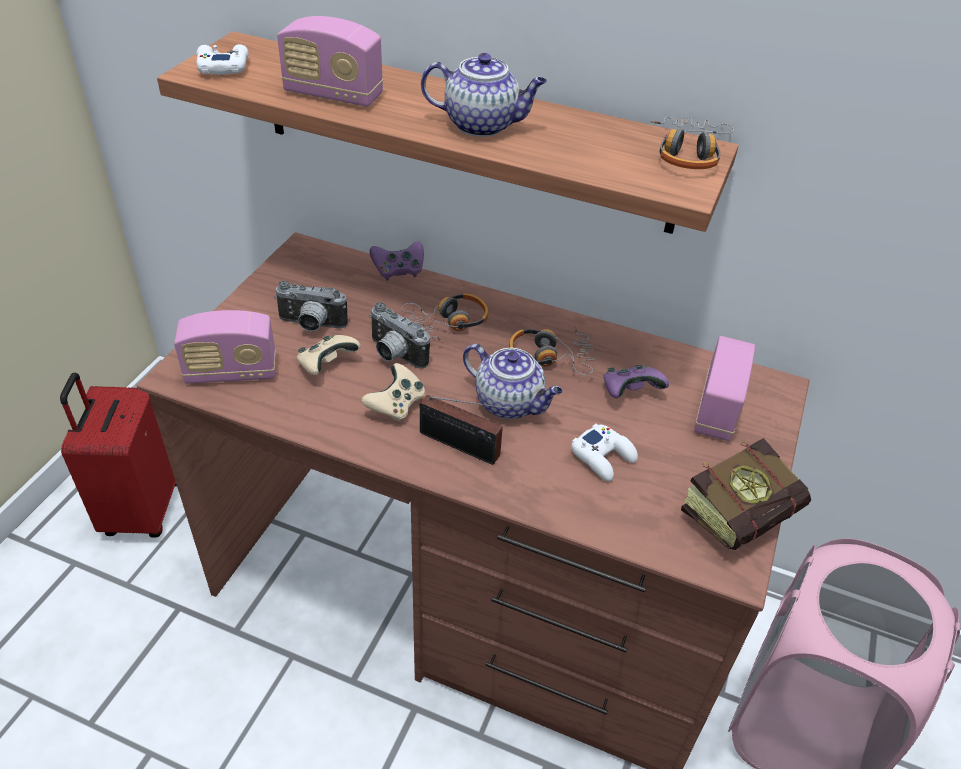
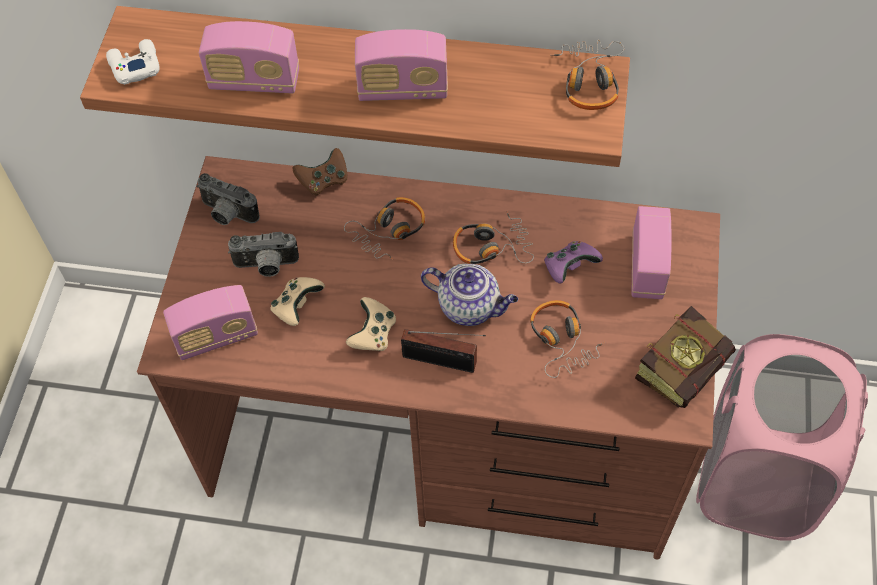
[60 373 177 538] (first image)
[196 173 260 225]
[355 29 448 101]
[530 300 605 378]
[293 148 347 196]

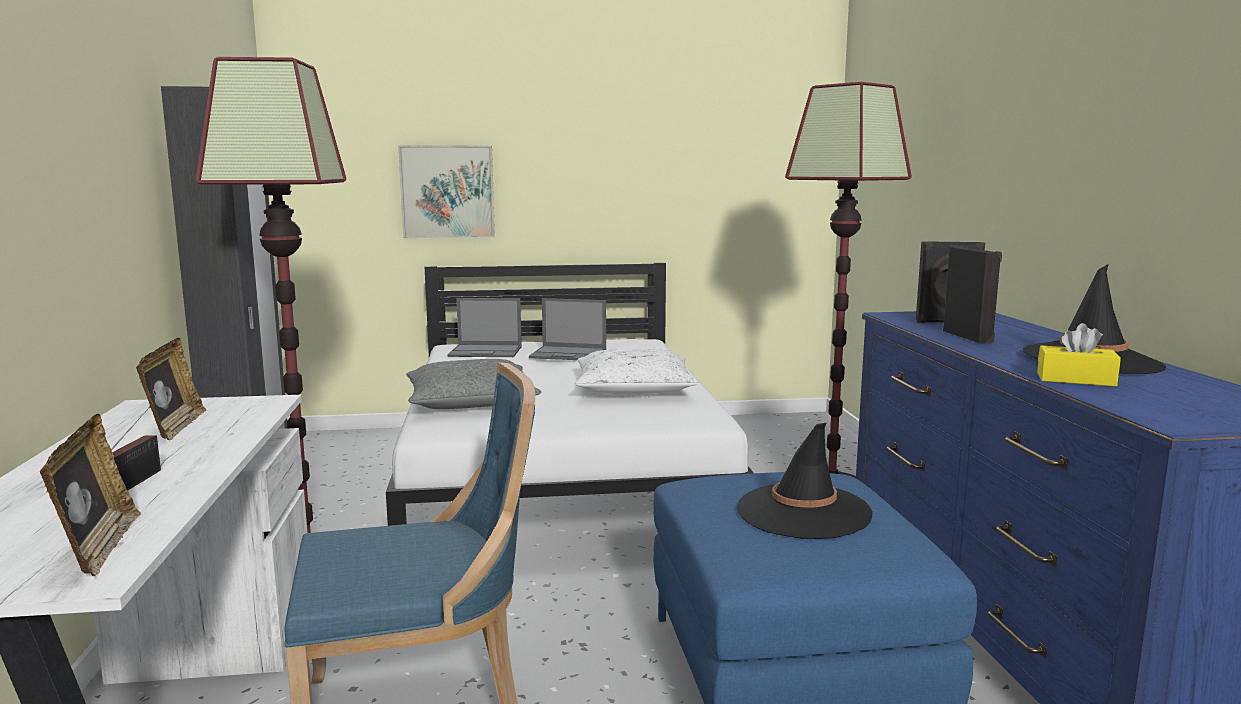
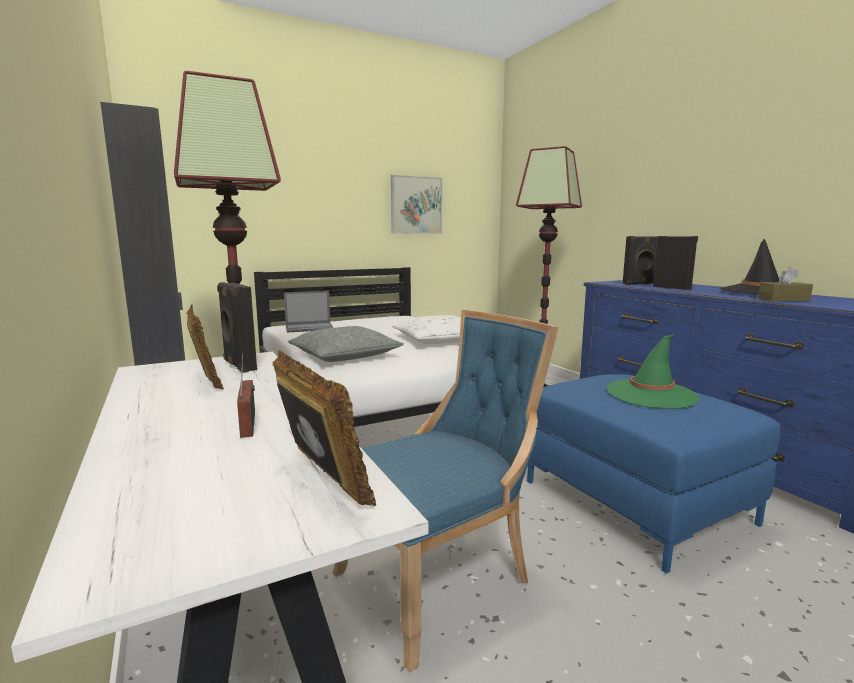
[529 298 606 360] (first image)
[217 282 257 373]
[391 175 442 234]
[607 334 699 409]
[758 267 813 302]

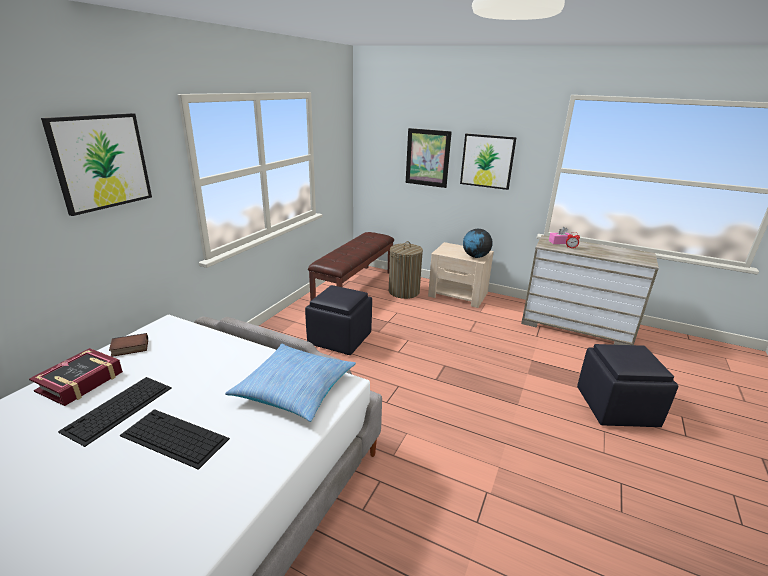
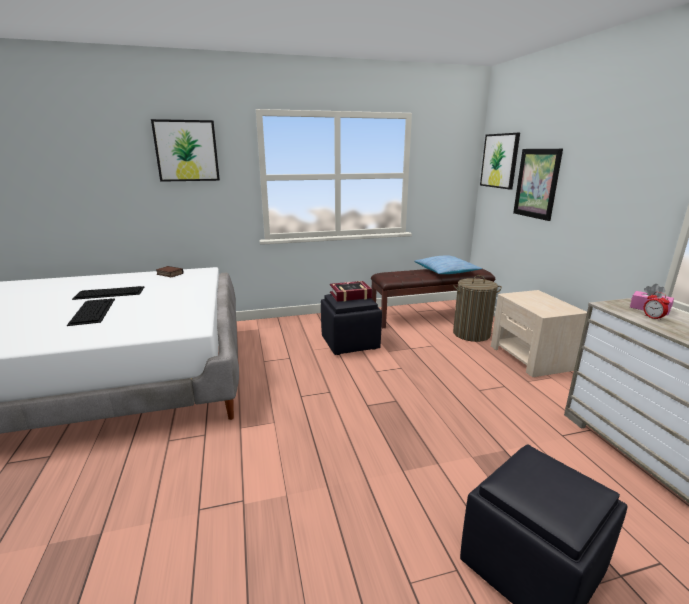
[463 229 493 258] (first image)
[330 281 372 302]
[414 255 482 274]
[480 133 520 189]

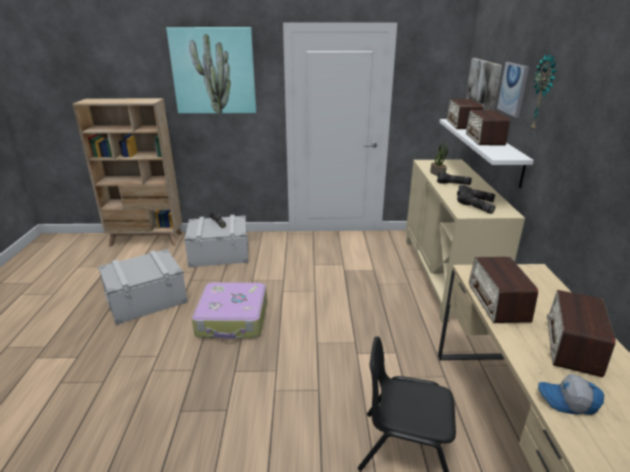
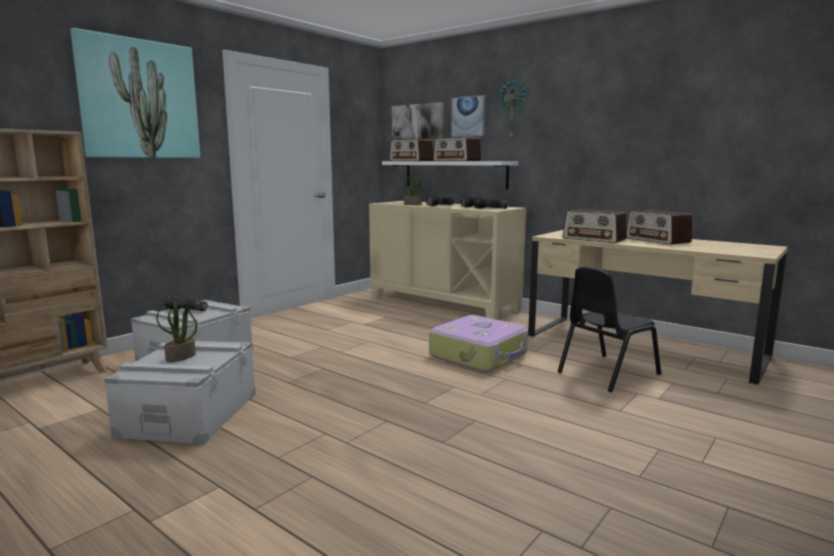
[538 374 604 415] (first image)
[156 302 197 362]
[429 315 528 372]

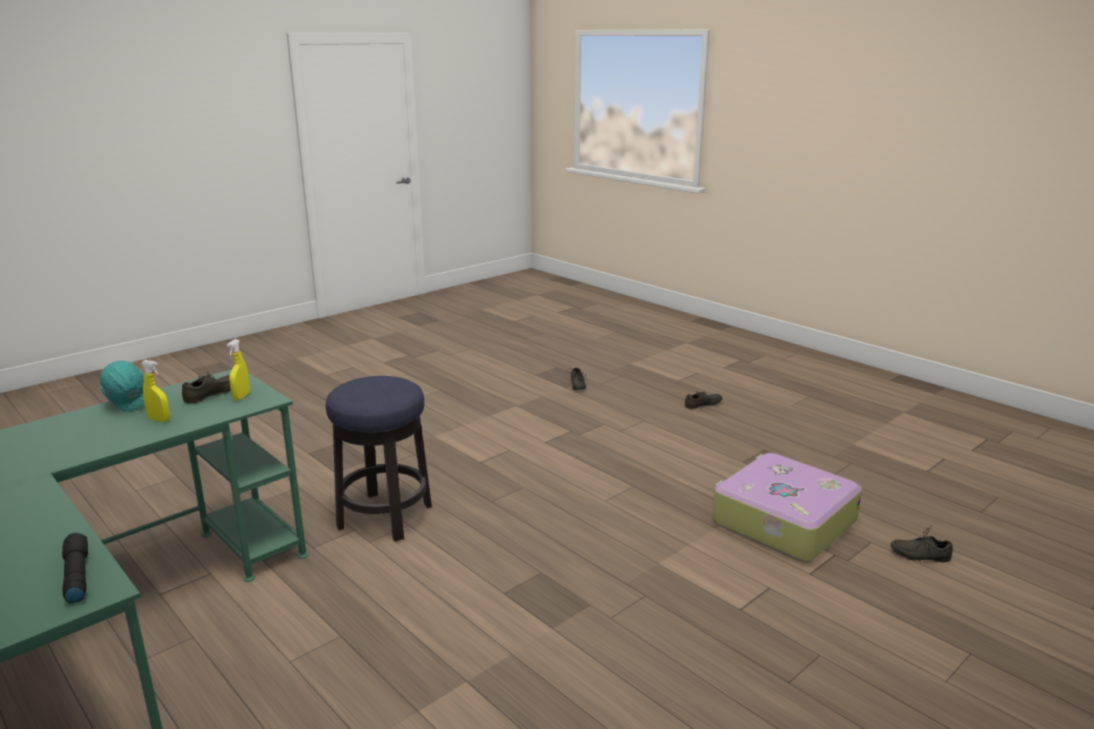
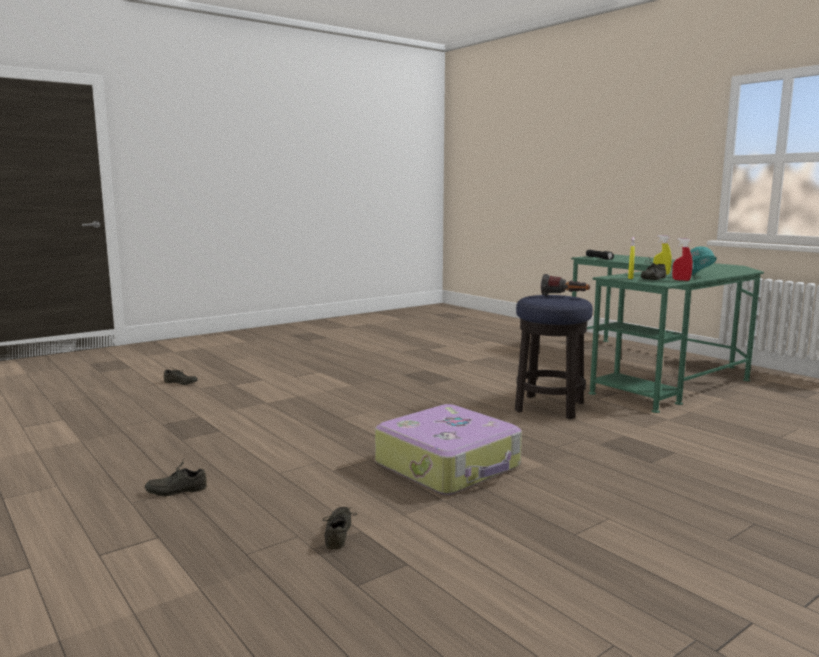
[541 274 590 296]
[672 238 693 281]
[375 404 522 495]

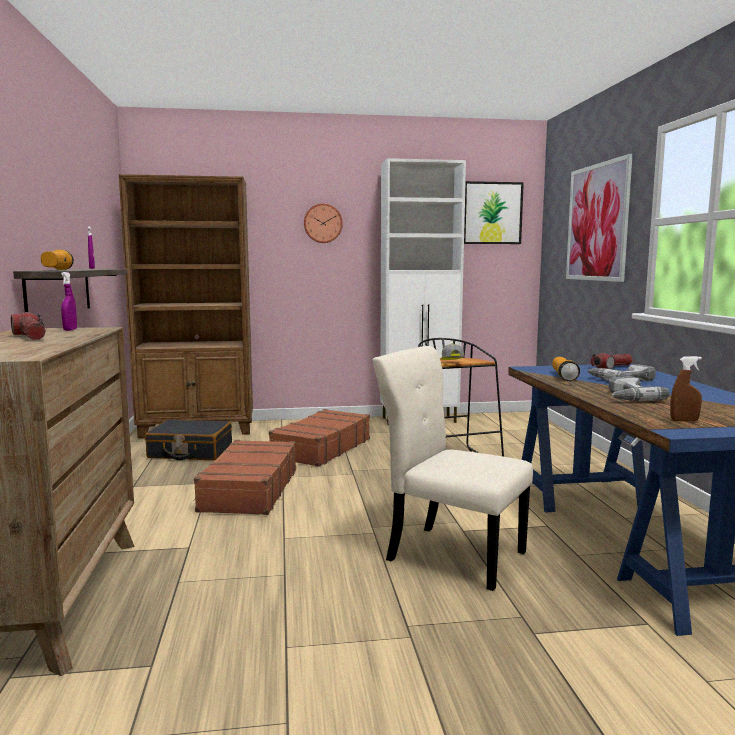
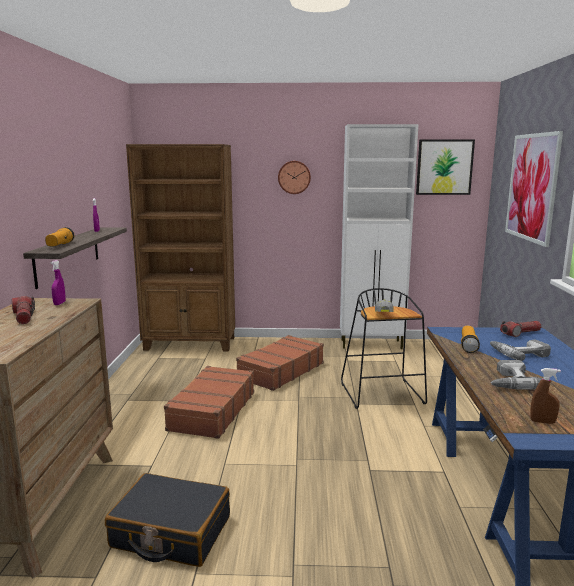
[372 346 533 591] (first image)
[105 473 230 567]

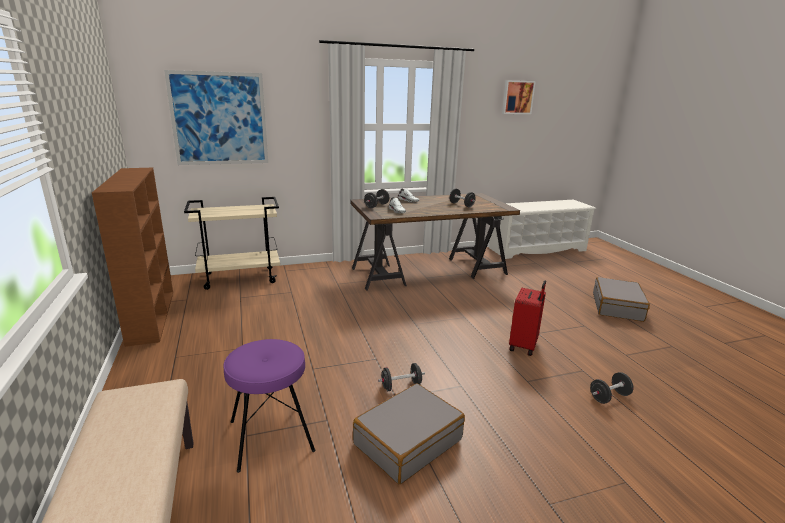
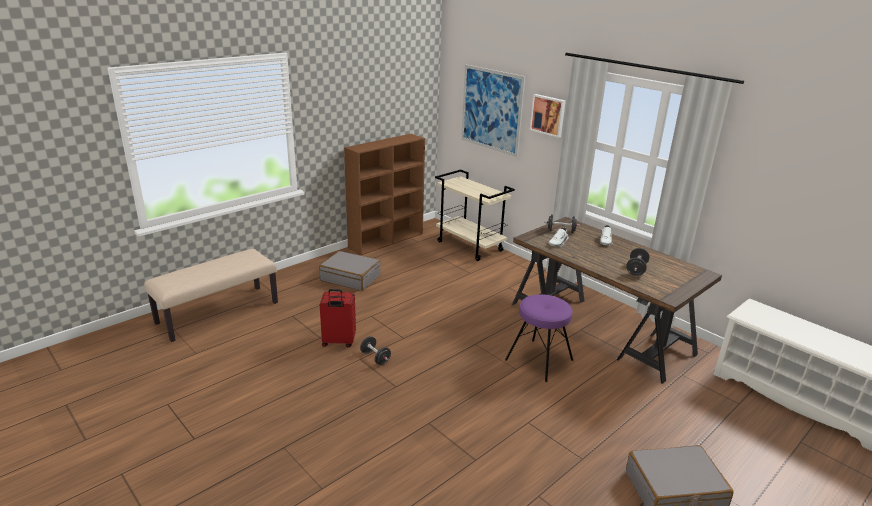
[590 372 633 404] (first image)
[505 294 573 382]
[319 251 381 291]
[530 94 566 138]
[320 289 356 347]

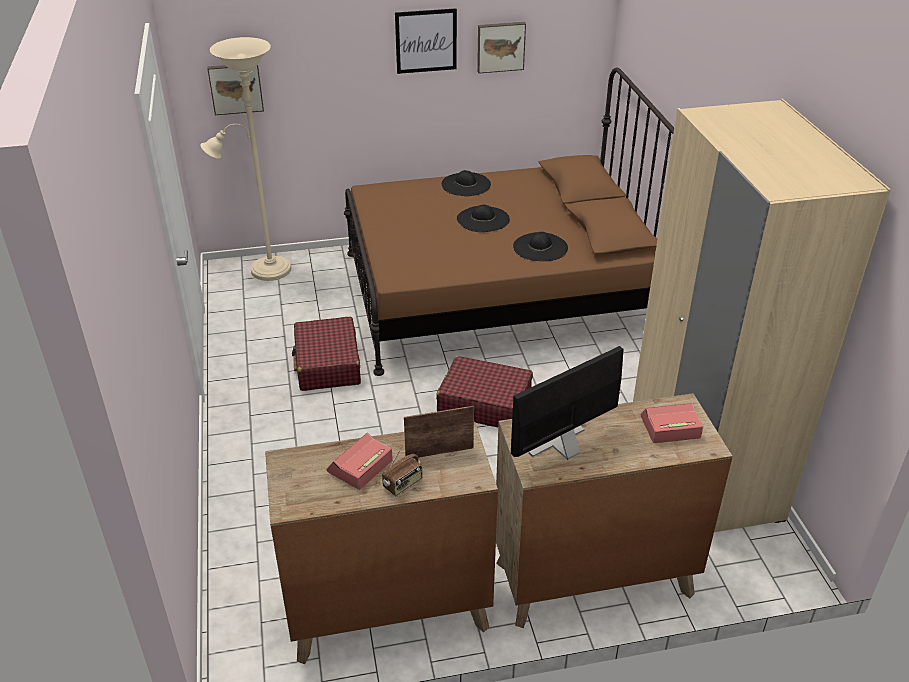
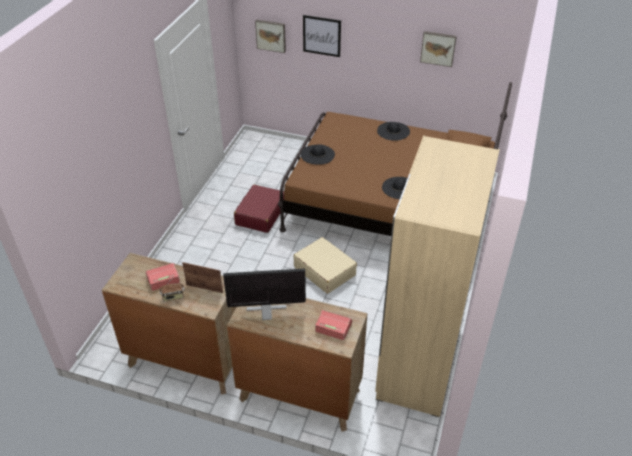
[200 37 291 281] (first image)
[303 15 341 57]
[301 144 335 165]
[293 237 357 294]

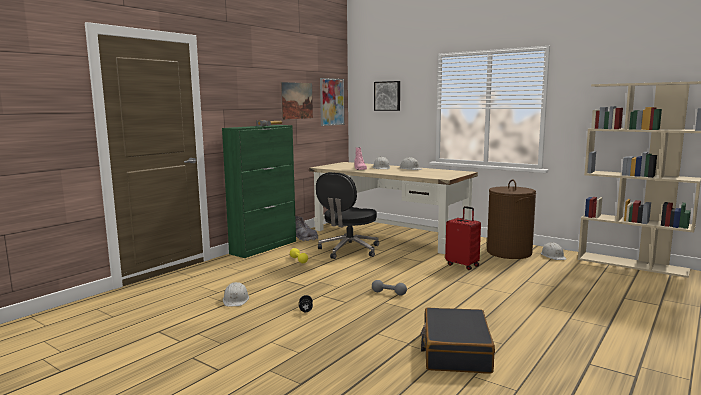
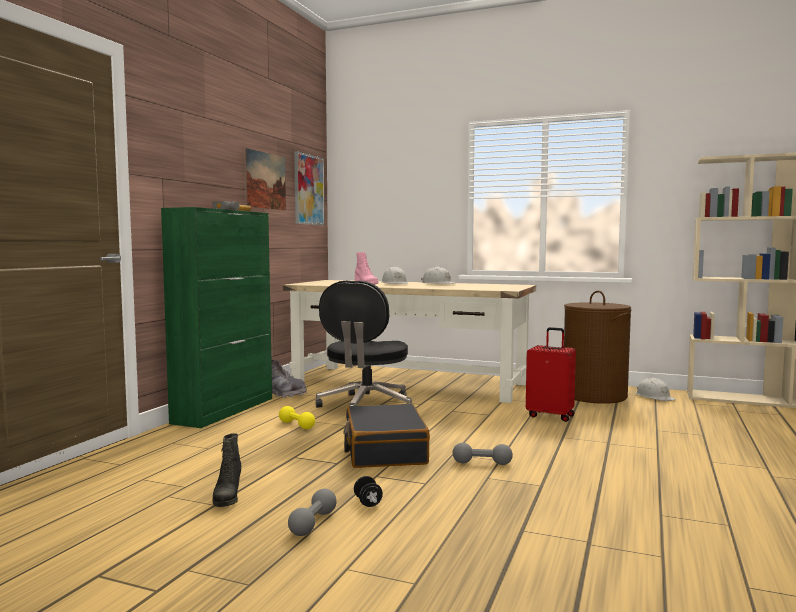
[374 81 400 111] (first image)
[288 489 337 536]
[343 404 430 468]
[212 433 241 507]

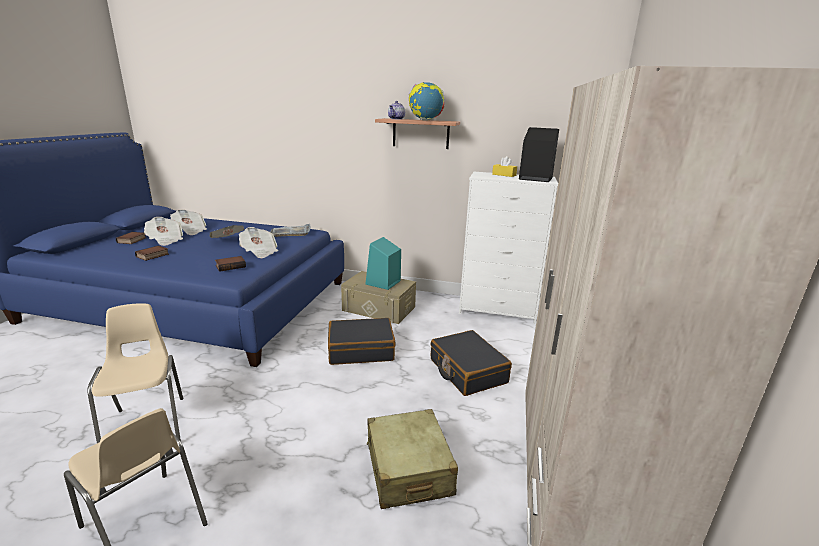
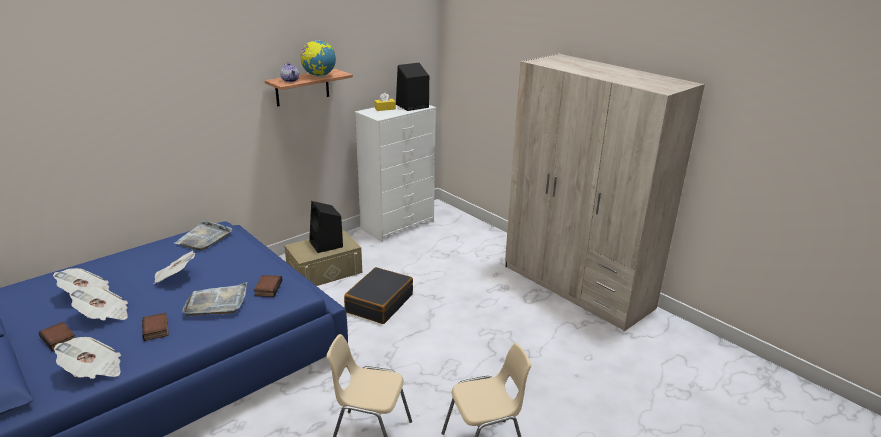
[367 409 458 509] (first image)
[431 330 512 396] (first image)
[182 282 247 316]
[54 337 121 379]
[309 201 343 253]

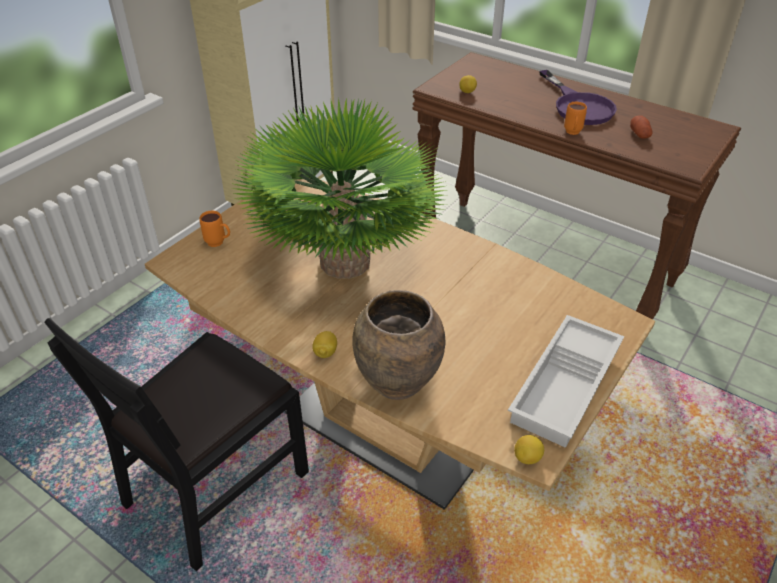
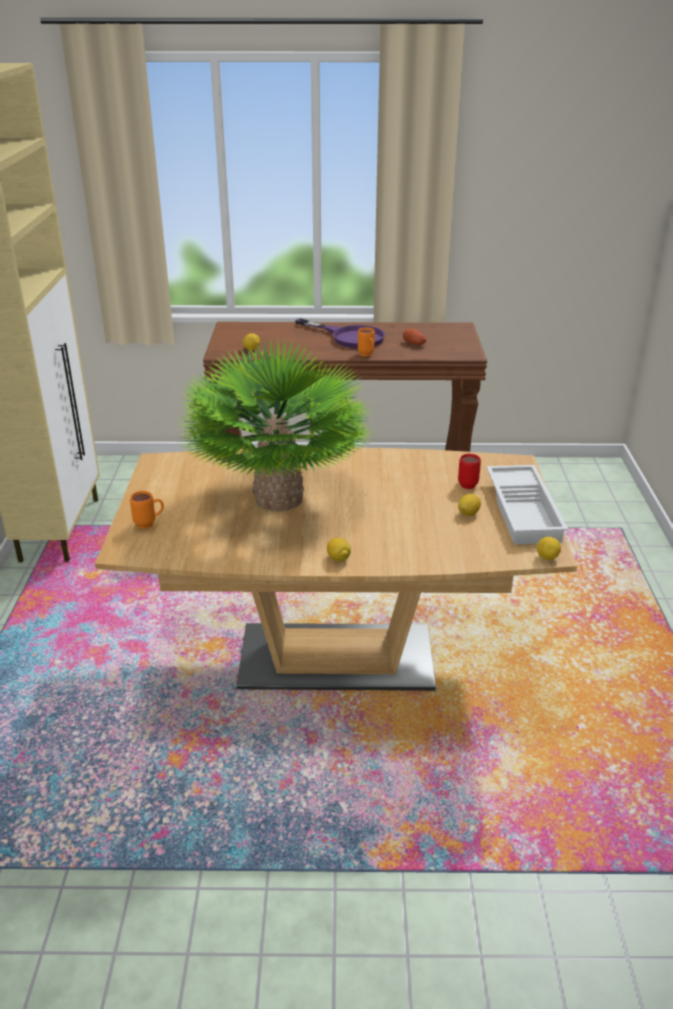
[44 318 309 571] (first image)
[352 290 445 400] (first image)
[458 454 481 489]
[458 494 481 516]

